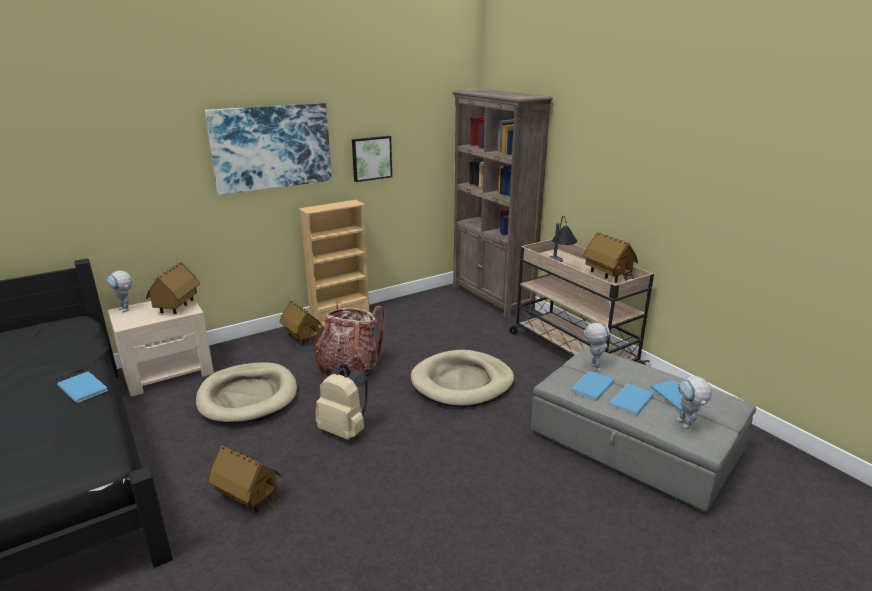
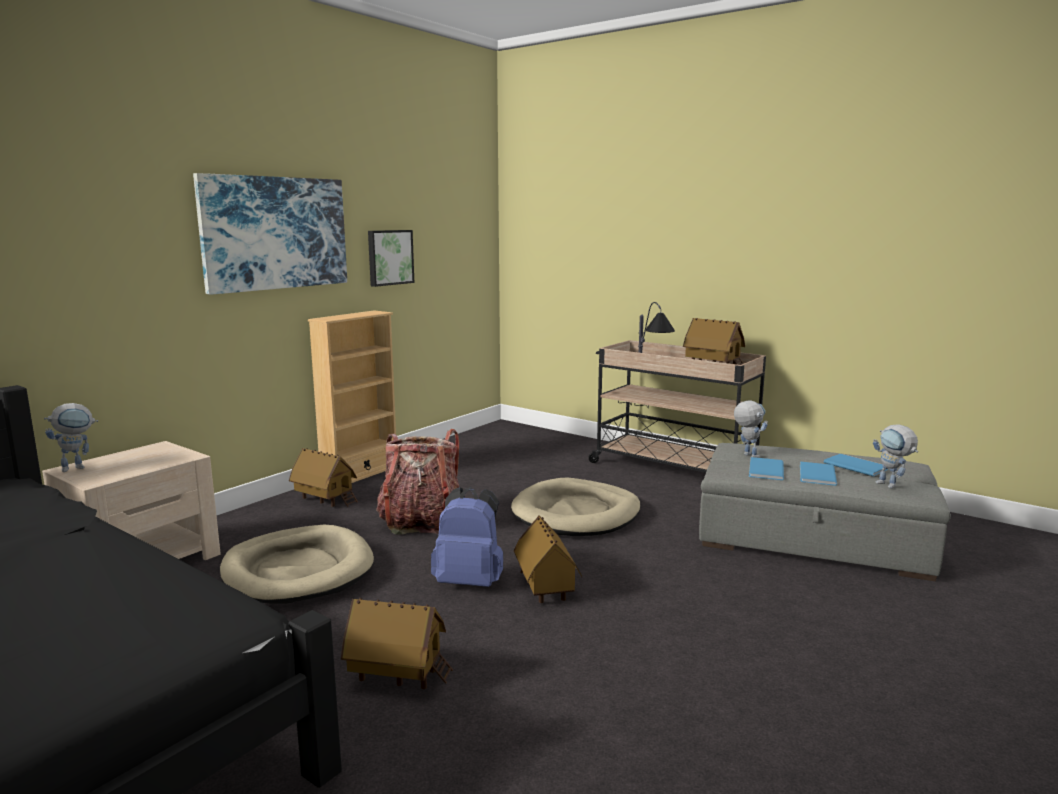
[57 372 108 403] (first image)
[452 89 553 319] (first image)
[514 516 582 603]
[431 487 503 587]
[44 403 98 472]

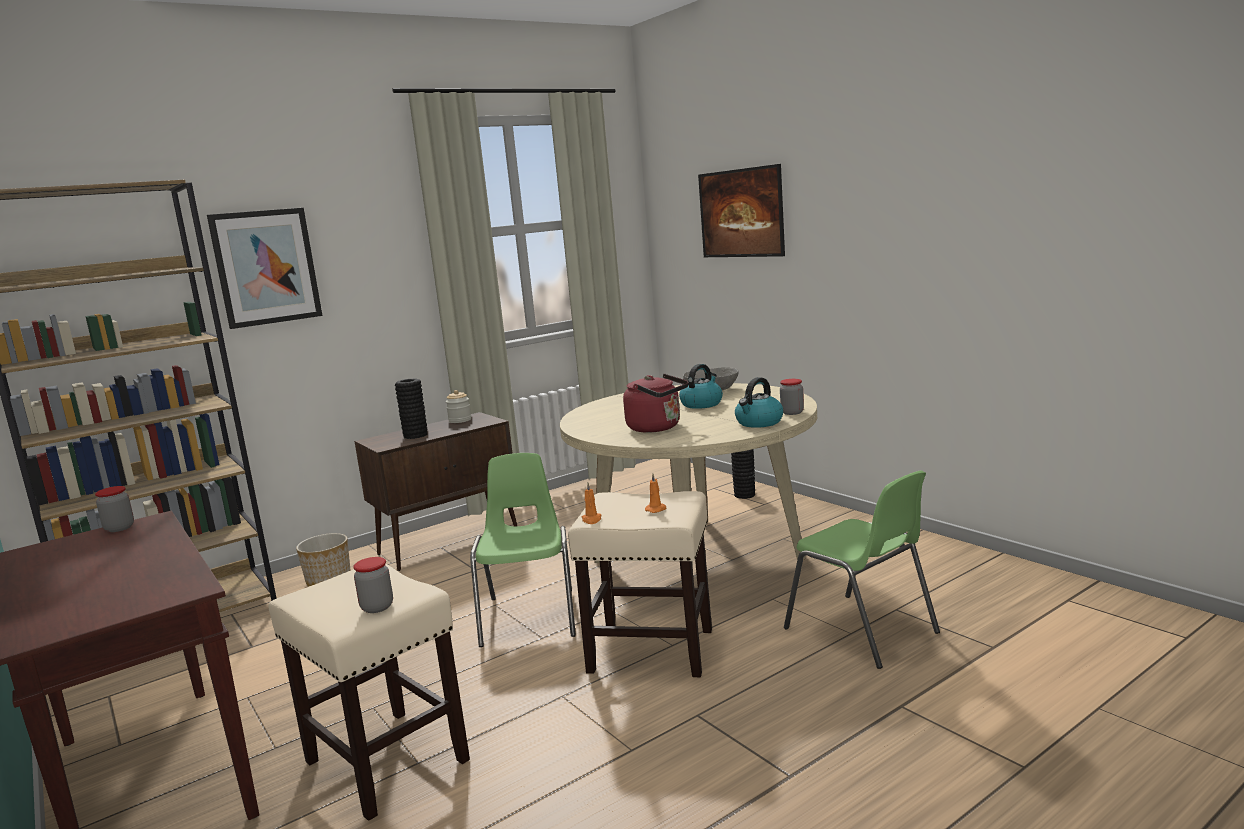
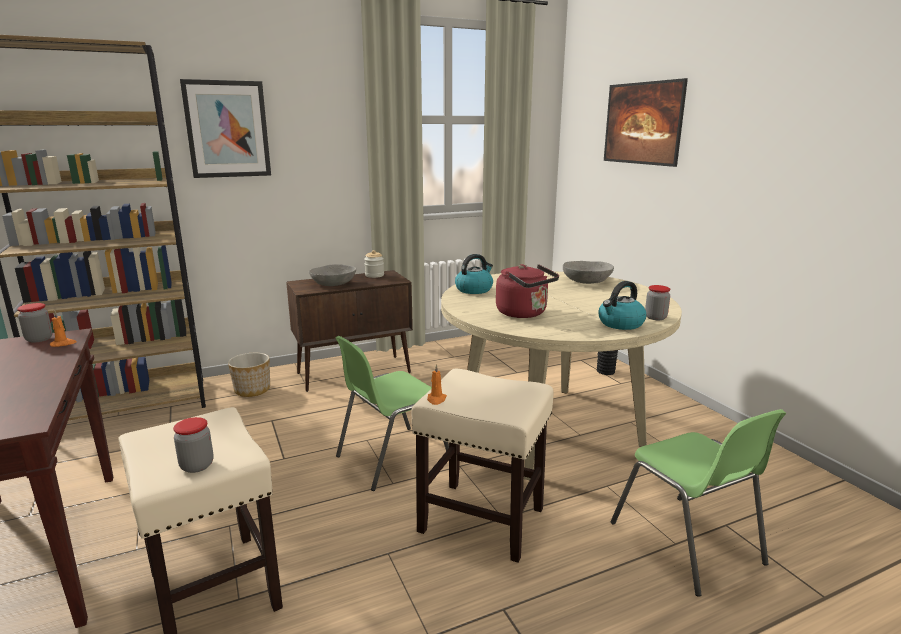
[50 310 76 347]
[455 254 493 294]
[309 264 356 286]
[336 336 449 491]

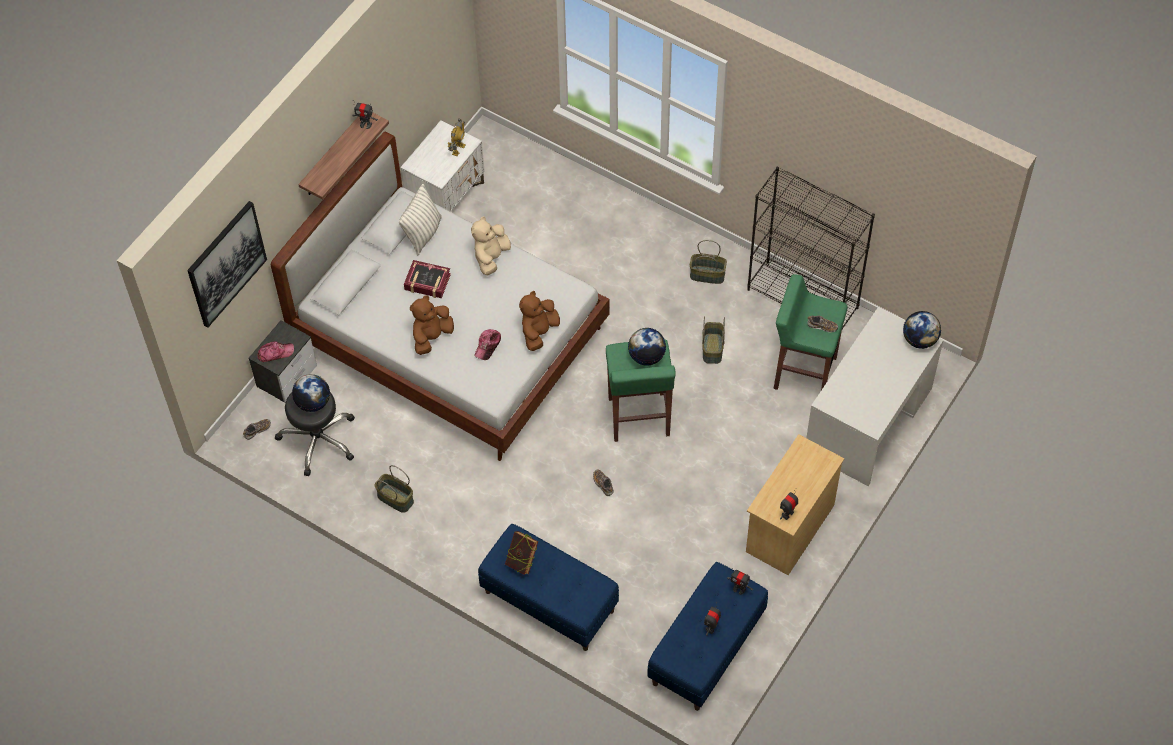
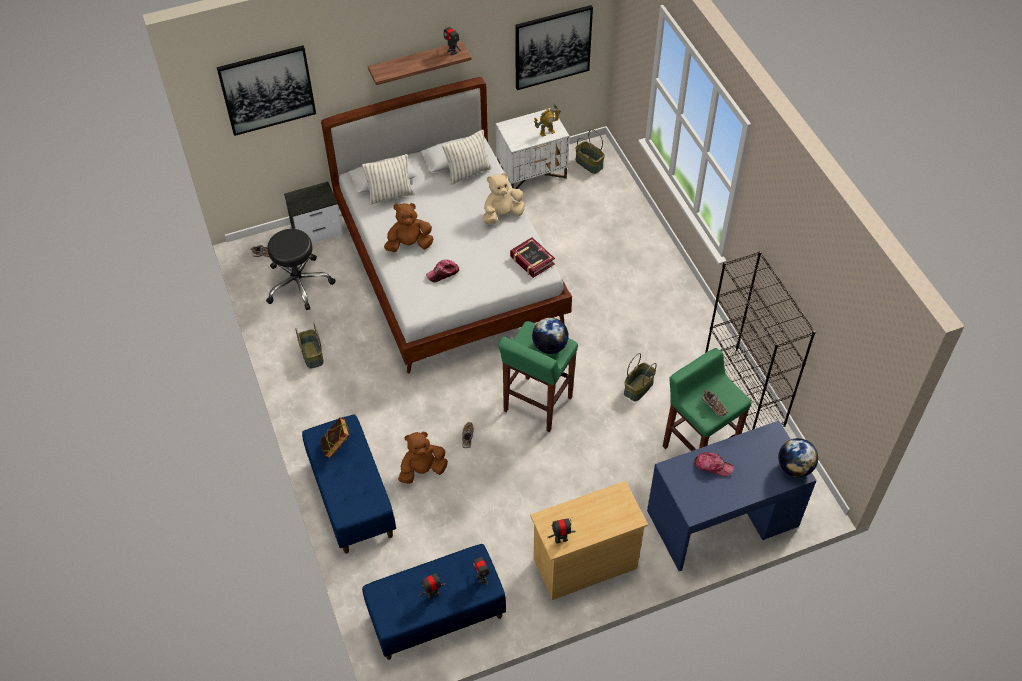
[292 374 330 412] (first image)
[362 154 415 205]
[515 5 593 90]
[694 452 734 476]
[510 237 555 278]
[398 432 448 484]
[575 129 605 174]
[647 421 817 571]

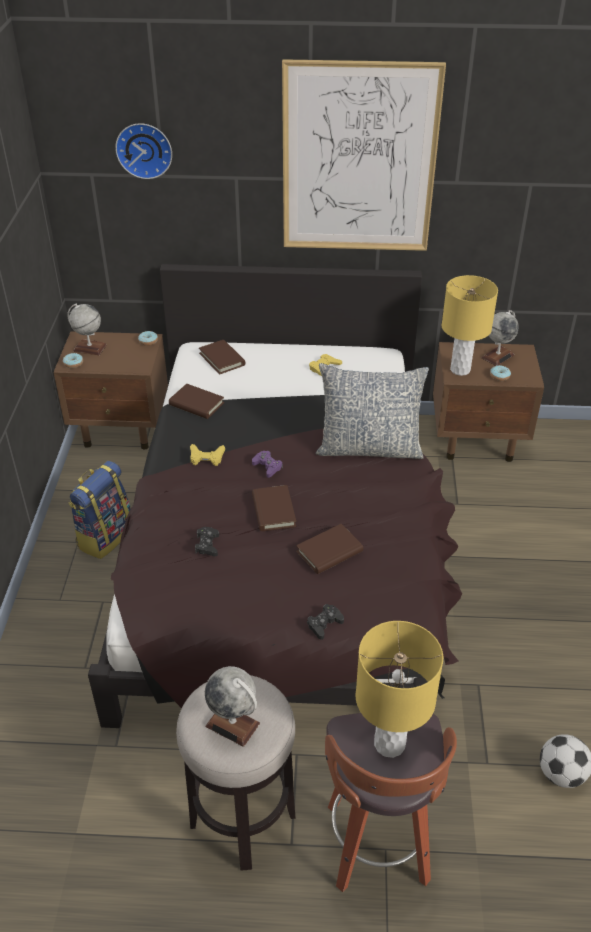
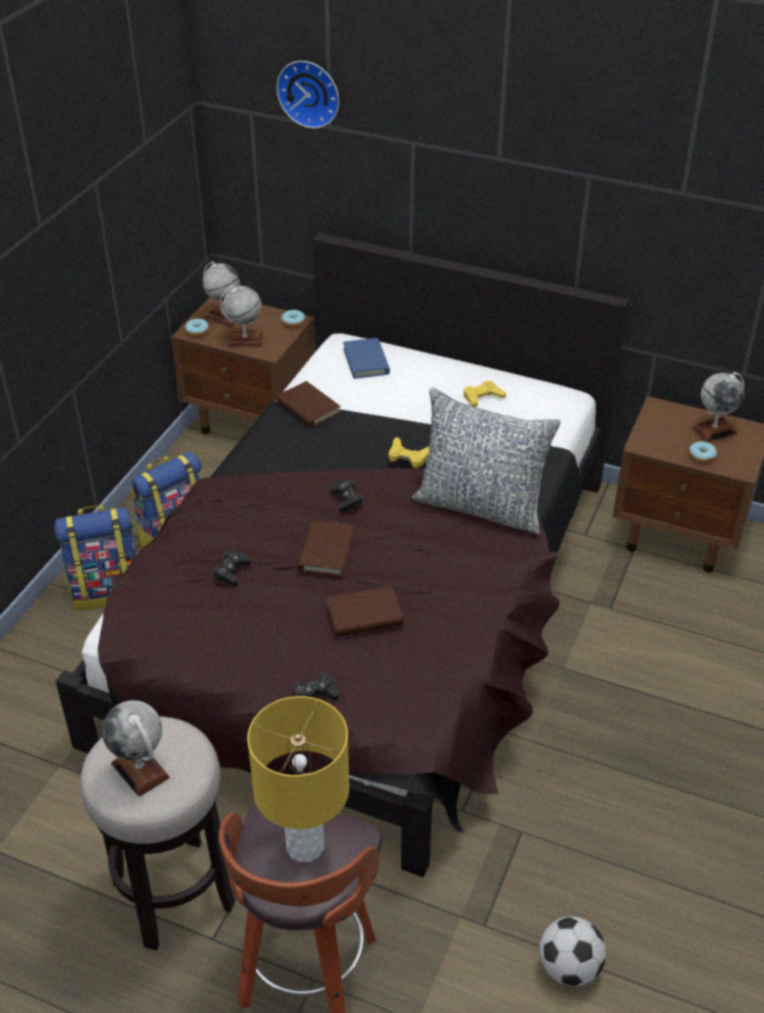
[282 59 446 251] (first image)
[442 275 498 376] (first image)
[55 505 137 610]
[220 286 263 347]
[388 437 429 468]
[343 338 390 379]
[331 479 363 512]

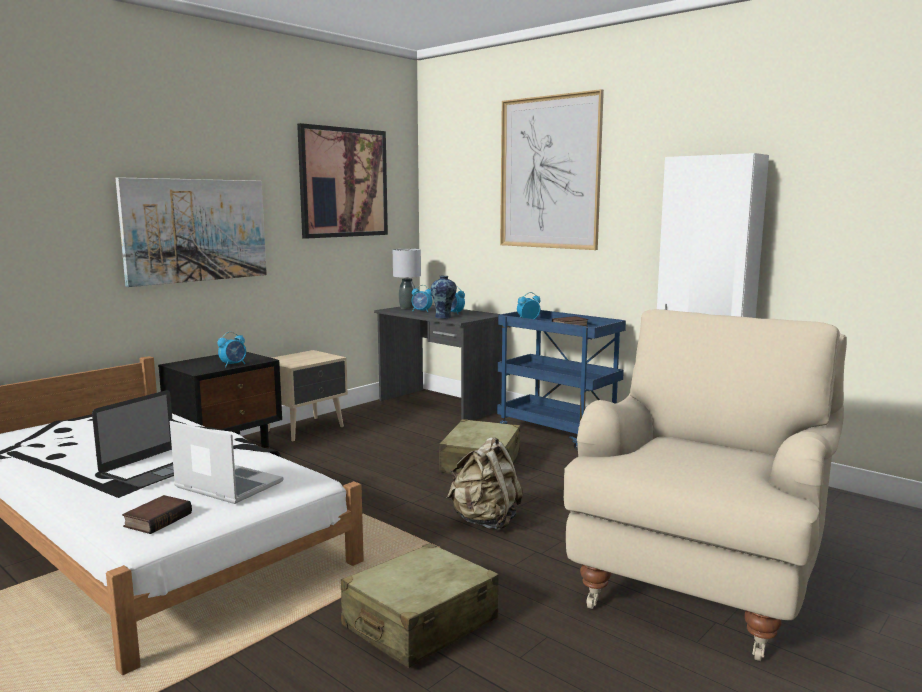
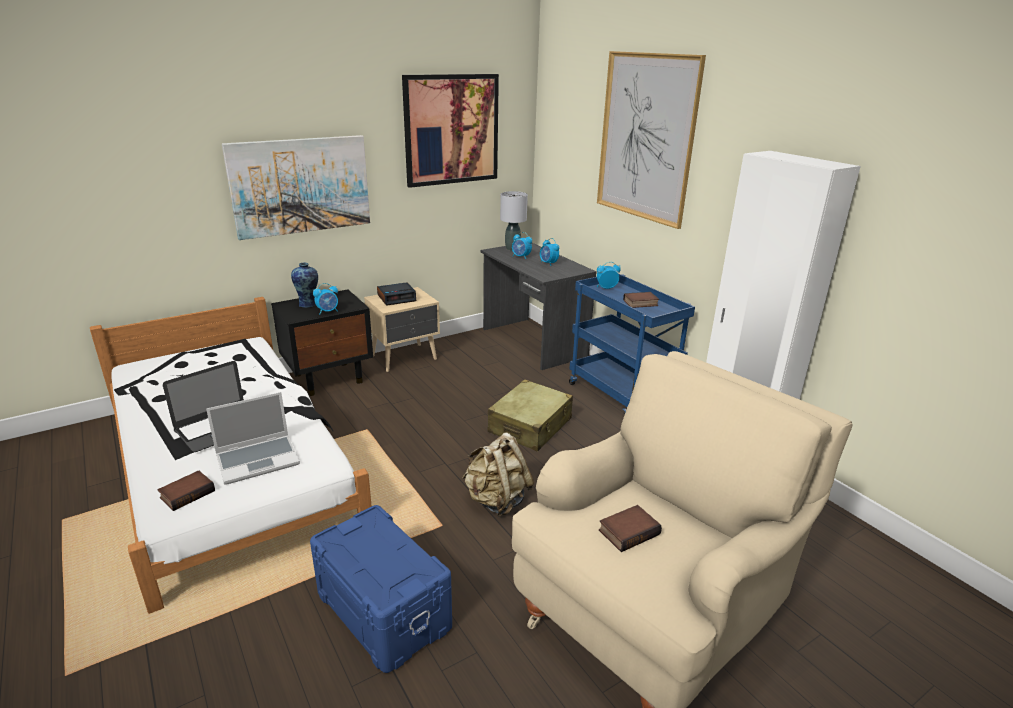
[377 282 416 305]
[599 505 662 552]
[291 263 318 308]
[310 505 452 673]
[206 392 300 484]

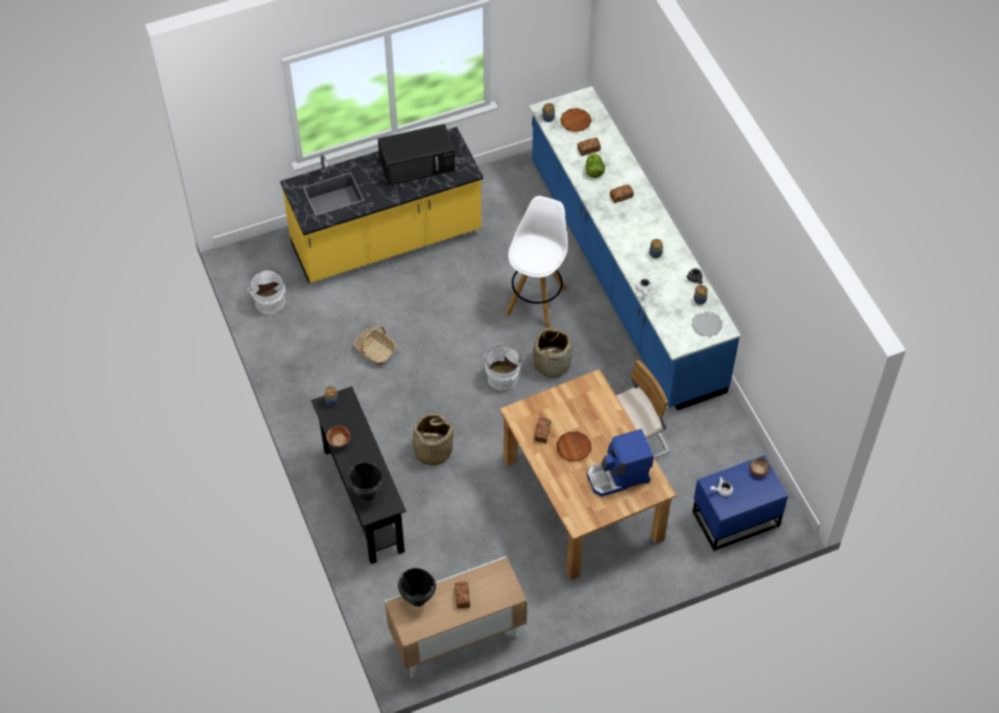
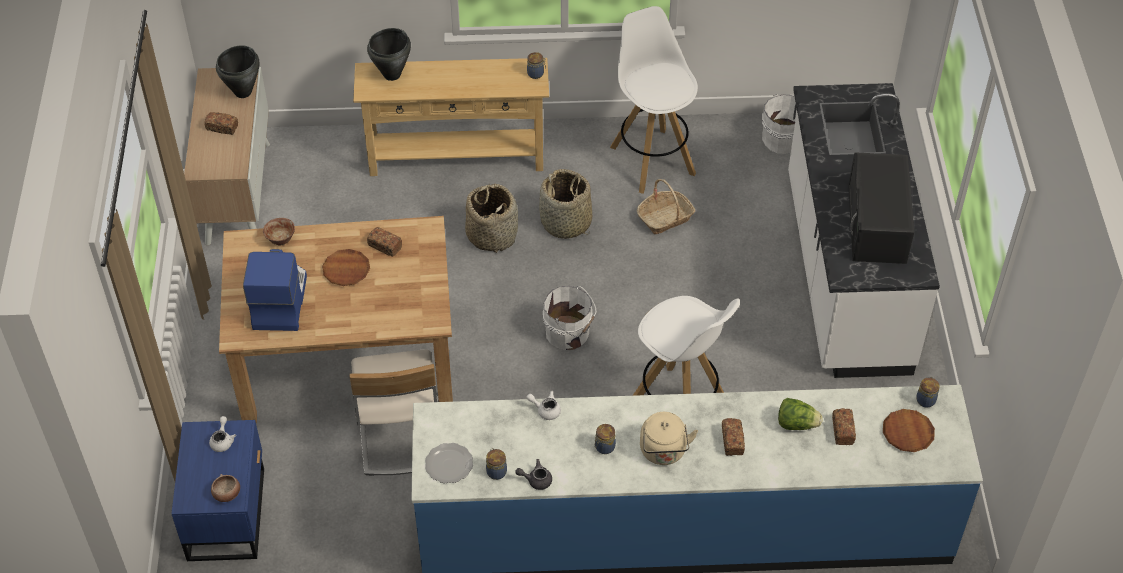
[610 6 698 194]
[640 412 698 465]
[263 218 295 245]
[539 169 592 239]
[788 83 940 378]
[353 58 549 176]

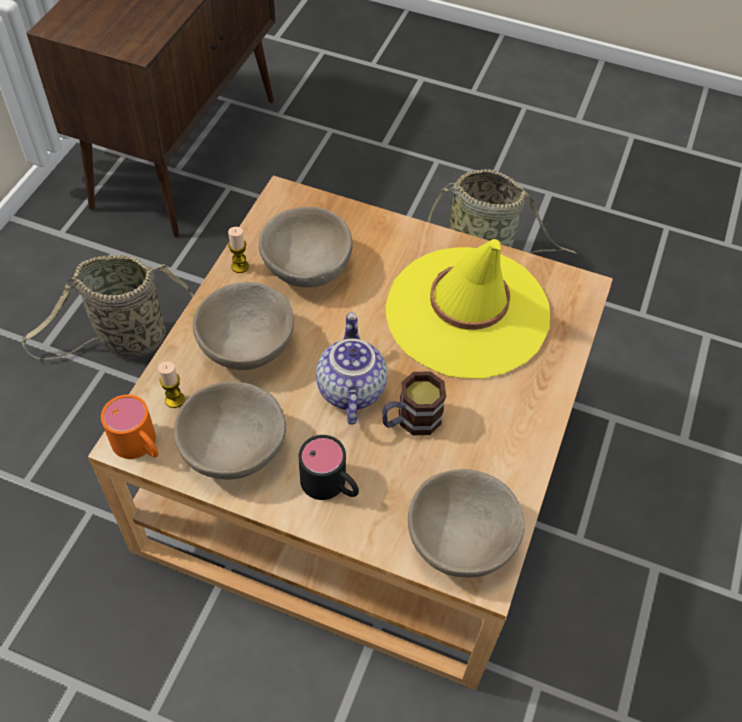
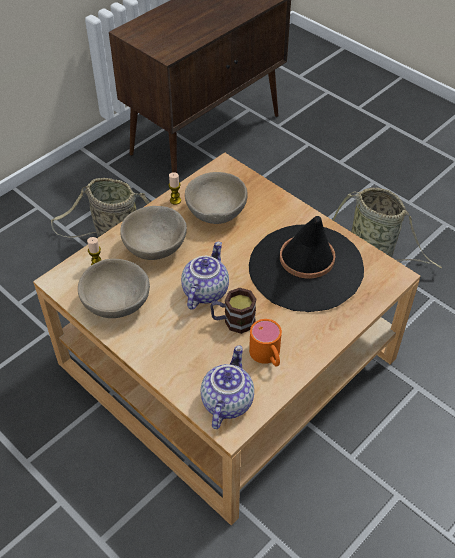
[299 435 359 500] (first image)
[249 319 282 366]
[201 345 254 429]
[249 216 364 312]

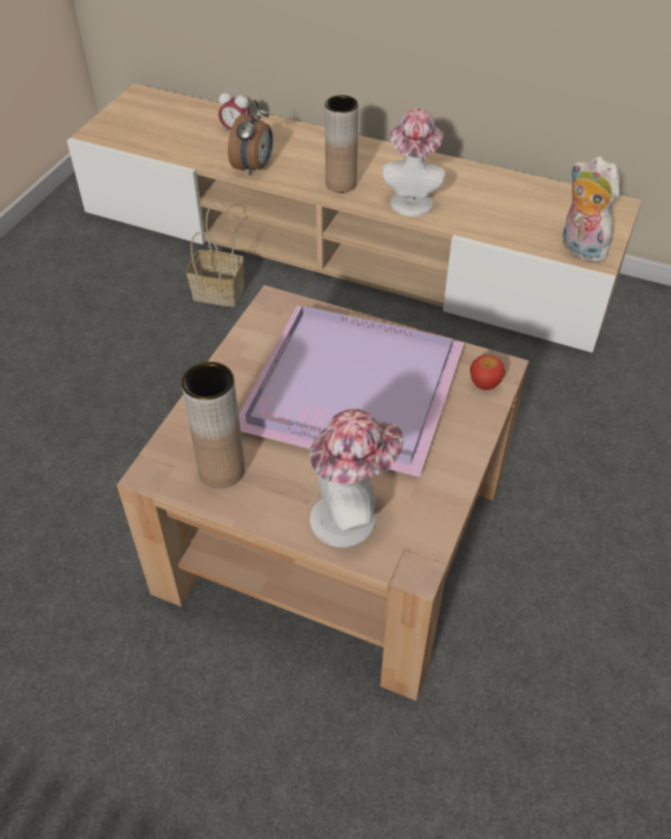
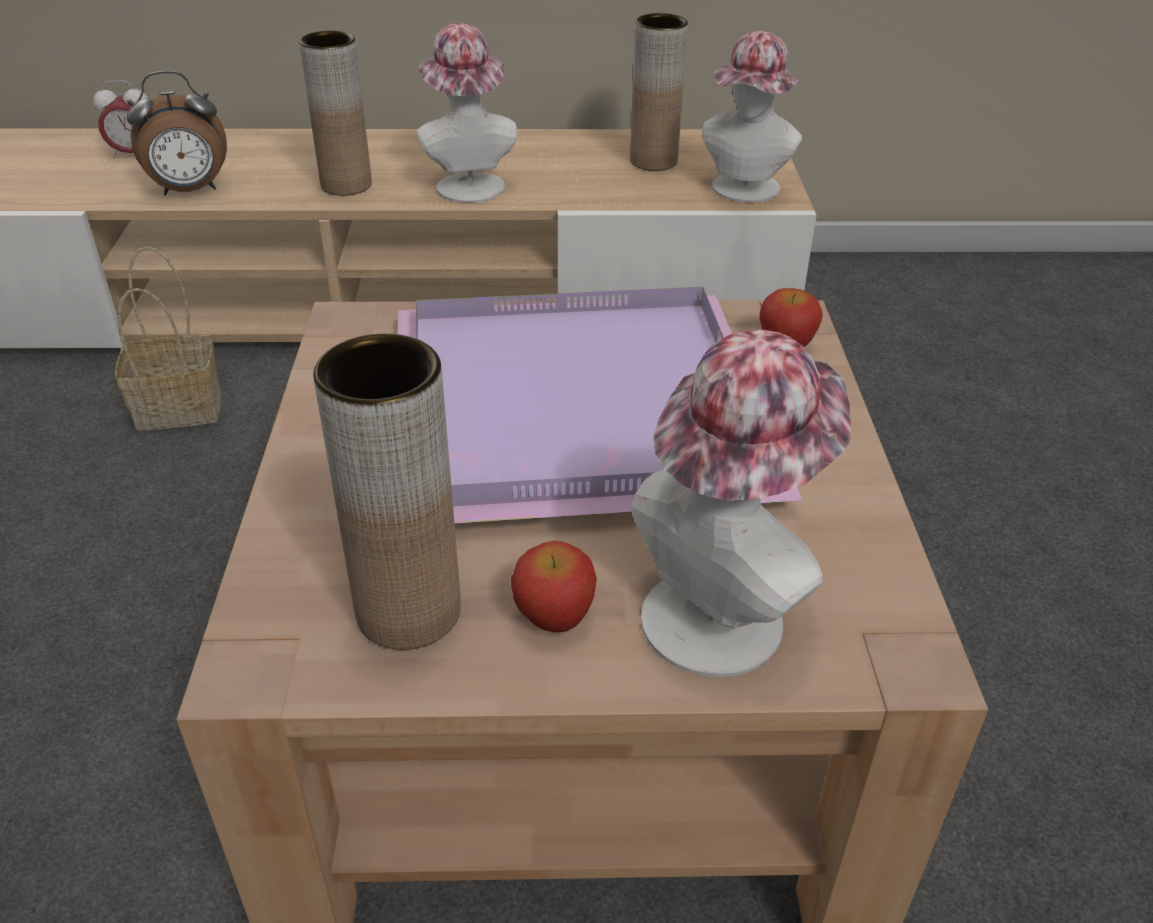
[511 540 597 632]
[630 13 688 171]
[702 31 802 202]
[126 71 227 196]

